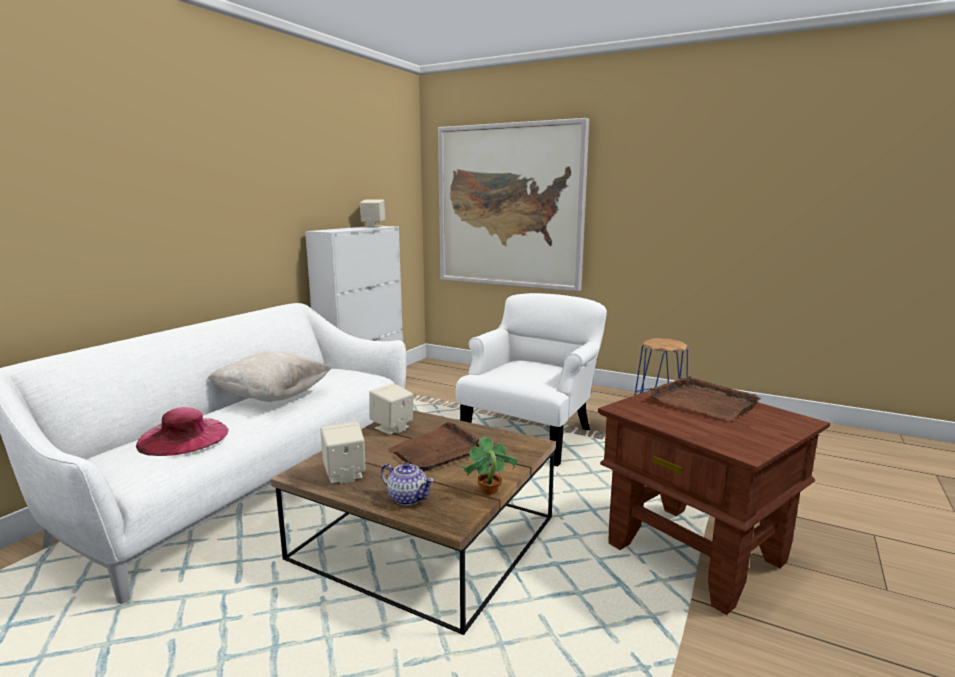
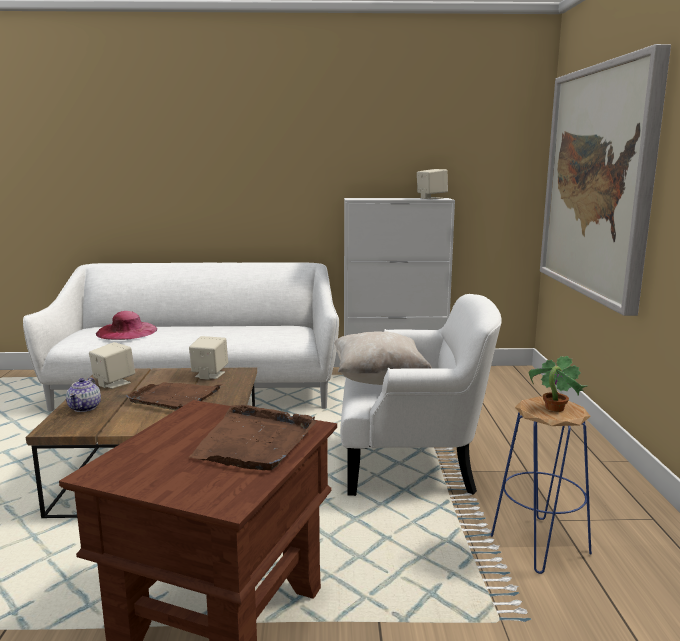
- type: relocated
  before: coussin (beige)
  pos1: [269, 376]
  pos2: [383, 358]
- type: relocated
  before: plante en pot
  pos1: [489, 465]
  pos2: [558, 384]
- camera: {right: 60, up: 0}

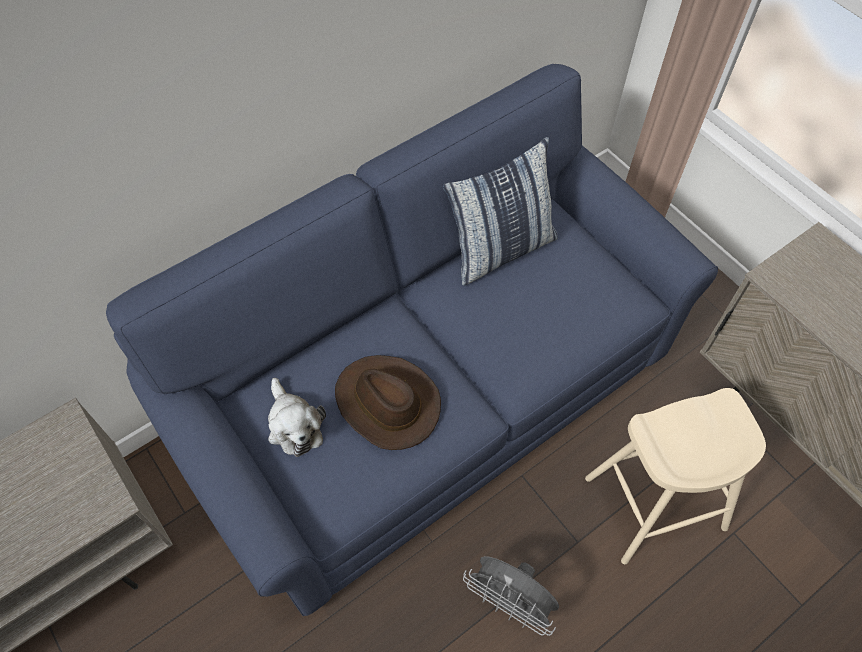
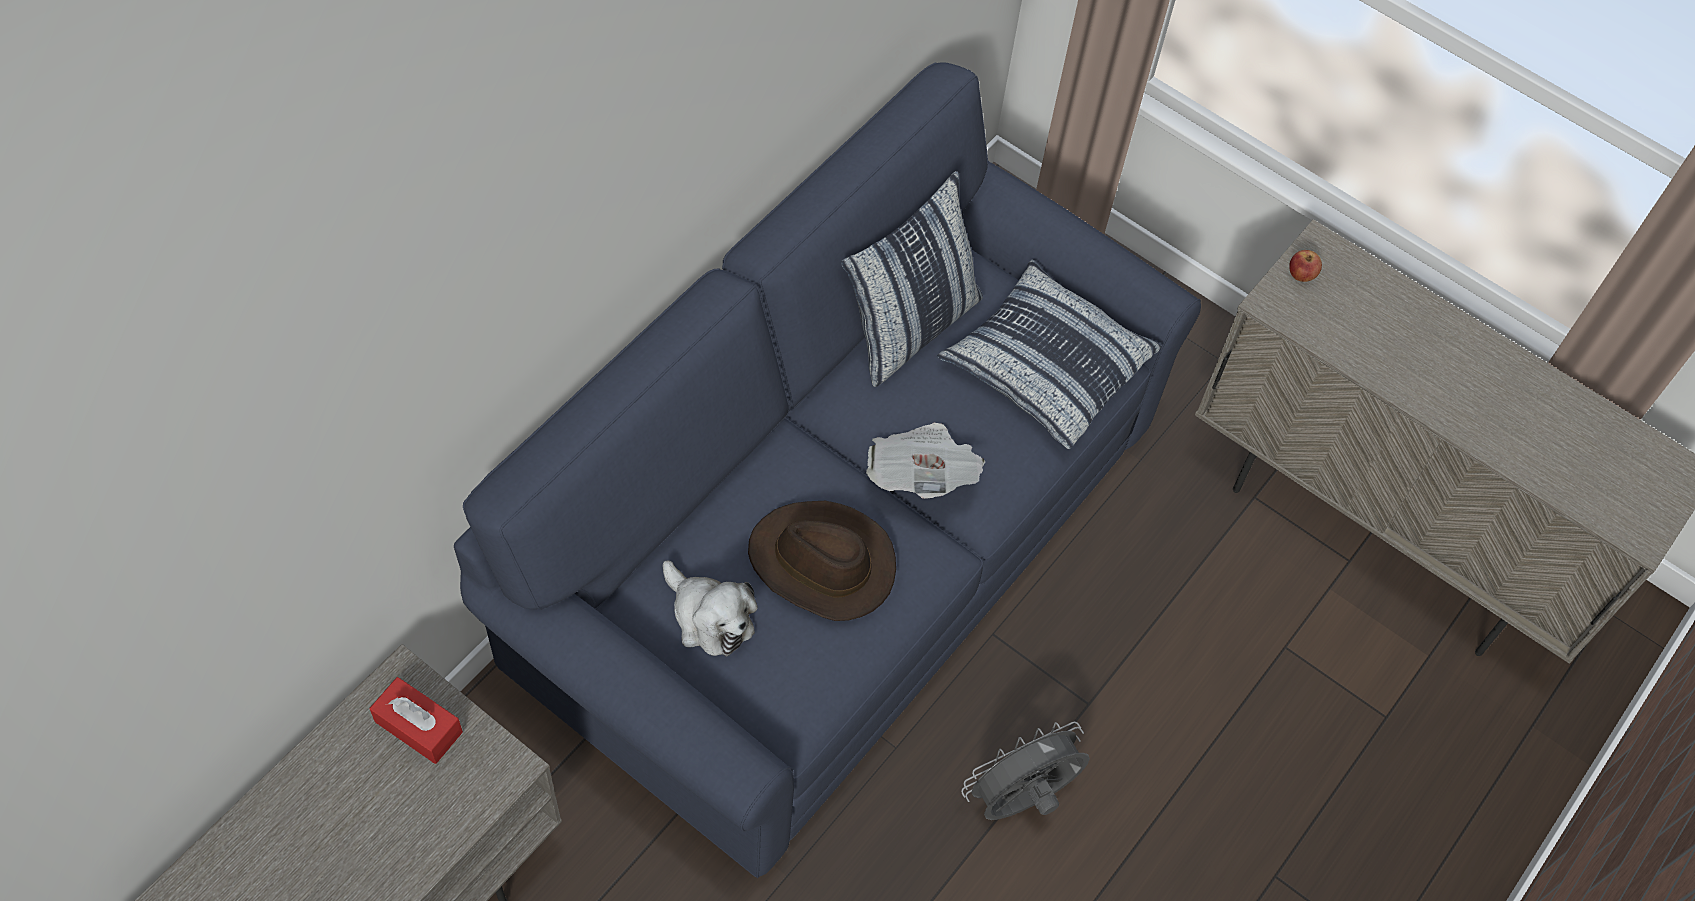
- type: spun
  before: ventilateur (gris)
  pos1: [511, 596]
  pos2: [1025, 771]
  turn: 135
- type: missing
  before: tabouret (beige)
  pos1: [675, 476]
- type: appeared
  after: boîte à mouchoirs (rouge)
  pos2: [416, 720]
- type: appeared
  after: journal
  pos2: [925, 461]
- type: appeared
  after: coussin
  pos2: [1049, 354]
- type: appeared
  after: pomme
  pos2: [1305, 266]
- camera: {right: -20, up: 0}

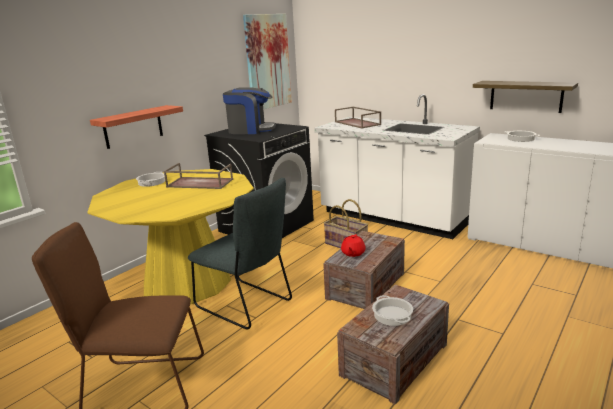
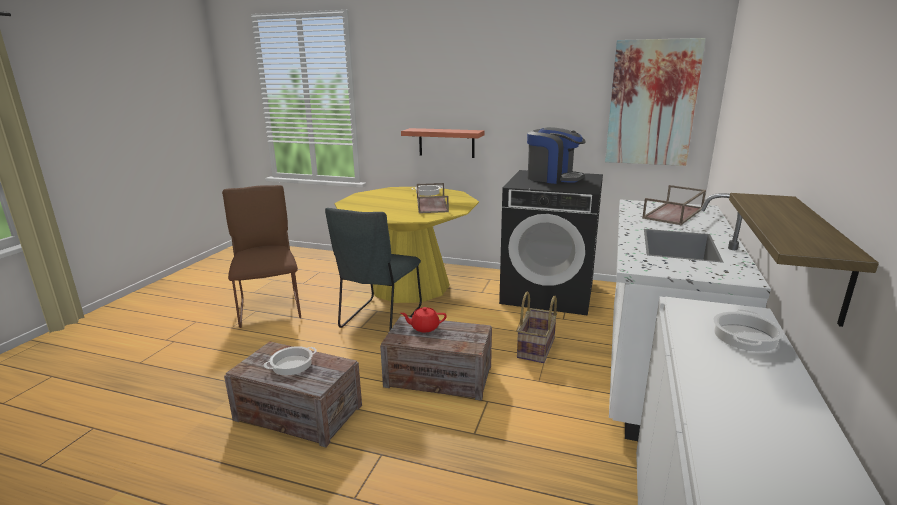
- type: spun
  before: machine à café
  pos1: [249, 110]
  pos2: [556, 155]
  turn: -45
- camera: {right: 70, up: 0}

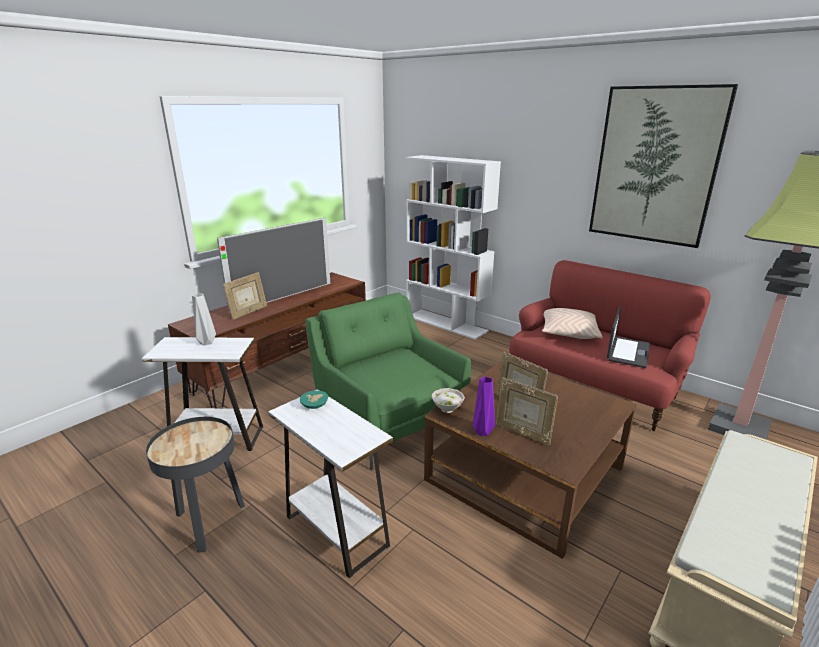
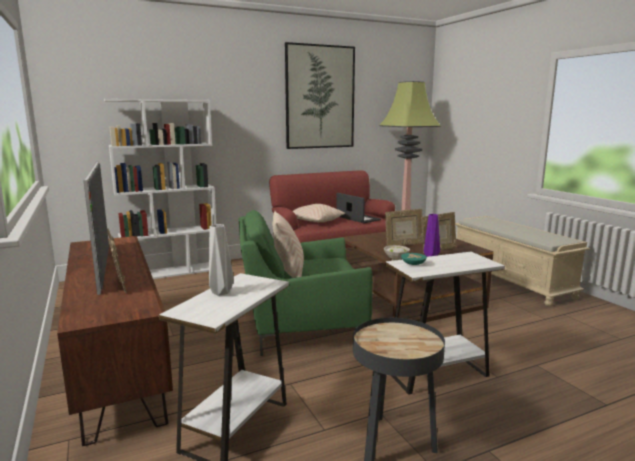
- type: appeared
  after: coussin (beige)
  pos2: [288, 244]
- camera: {right: -65, up: -10}

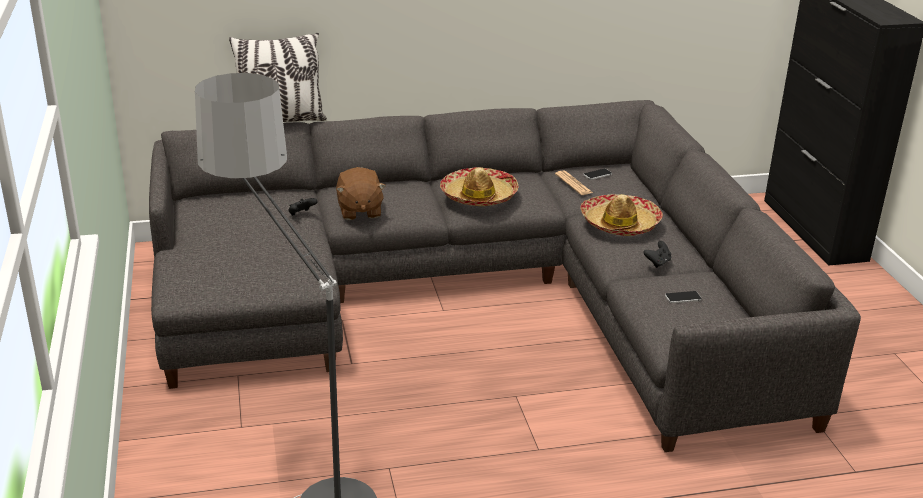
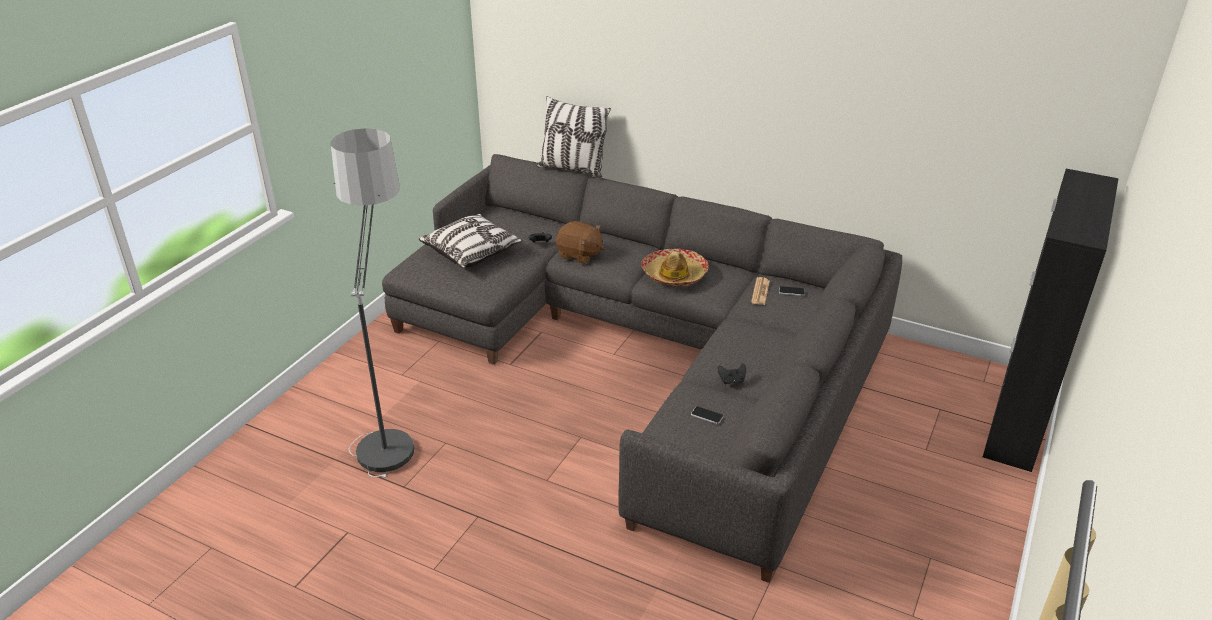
- type: spun
  before: peluche (marron)
  pos1: [361, 193]
  pos2: [580, 242]
  turn: -90
- type: missing
  before: chapeau
  pos1: [621, 215]
- type: appeared
  after: coussin
  pos2: [471, 241]
- camera: {right: 40, up: 5}

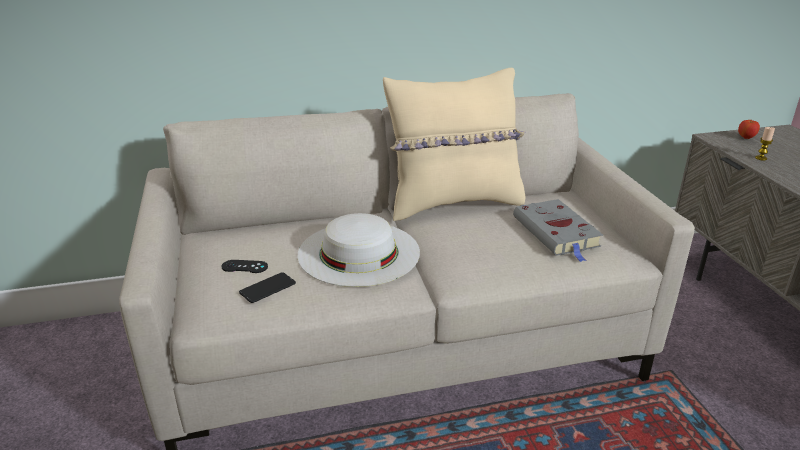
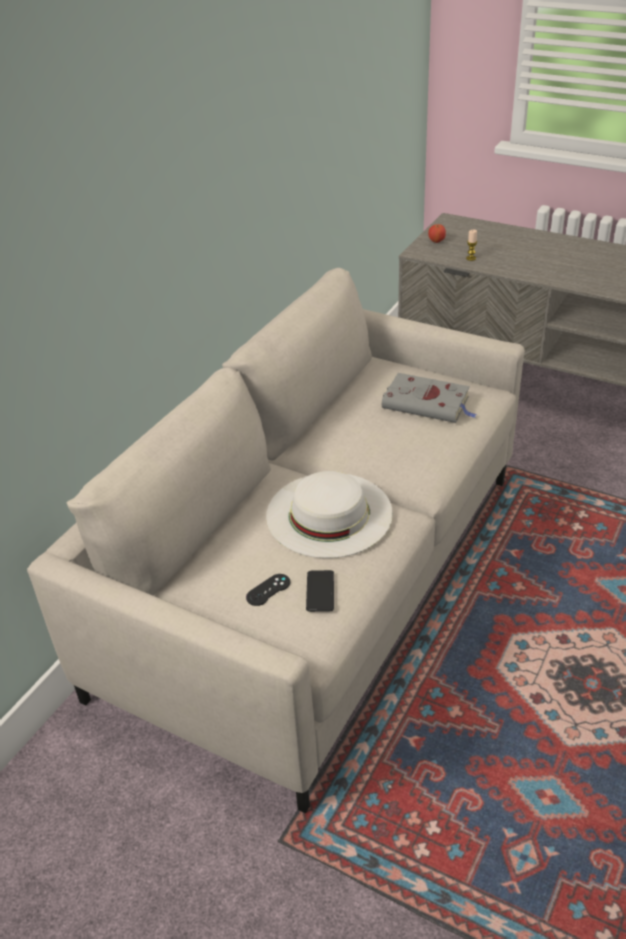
- type: missing
  before: coussin (beige)
  pos1: [454, 144]
- camera: {right: -45, up: 10}

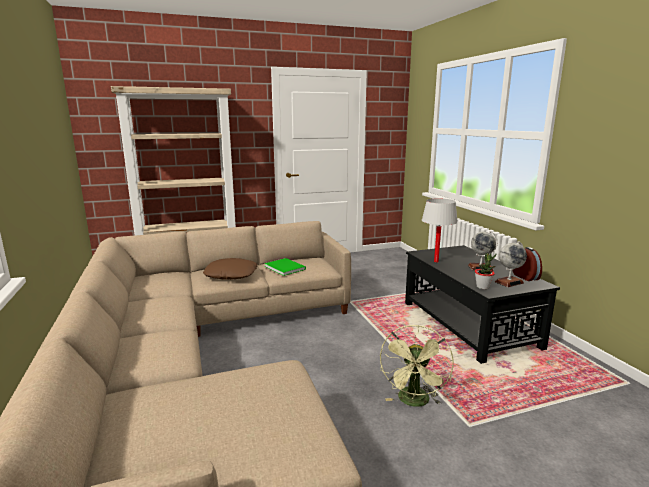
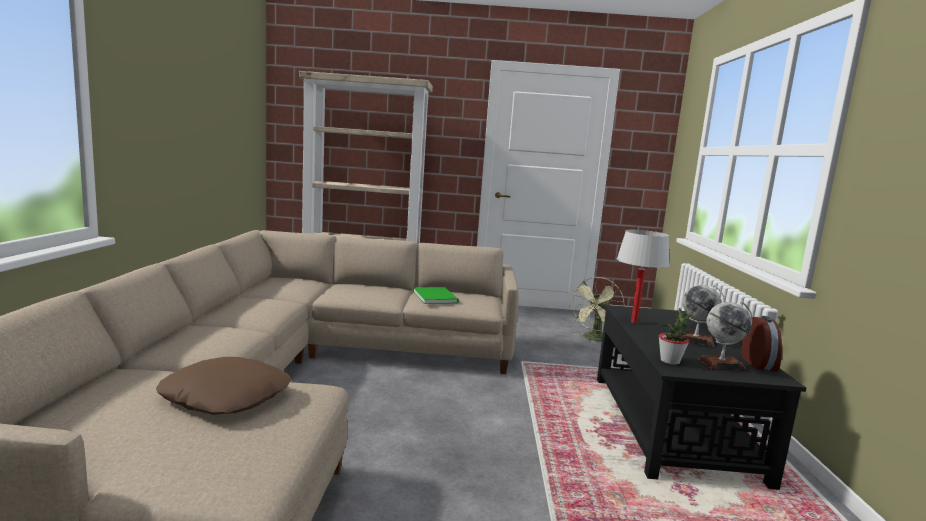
- type: relocated
  before: coussin (marron)
  pos1: [230, 269]
  pos2: [223, 386]
- type: relocated
  before: ventilateur (vert)
  pos1: [417, 366]
  pos2: [597, 309]
- camera: {right: 20, up: -5}

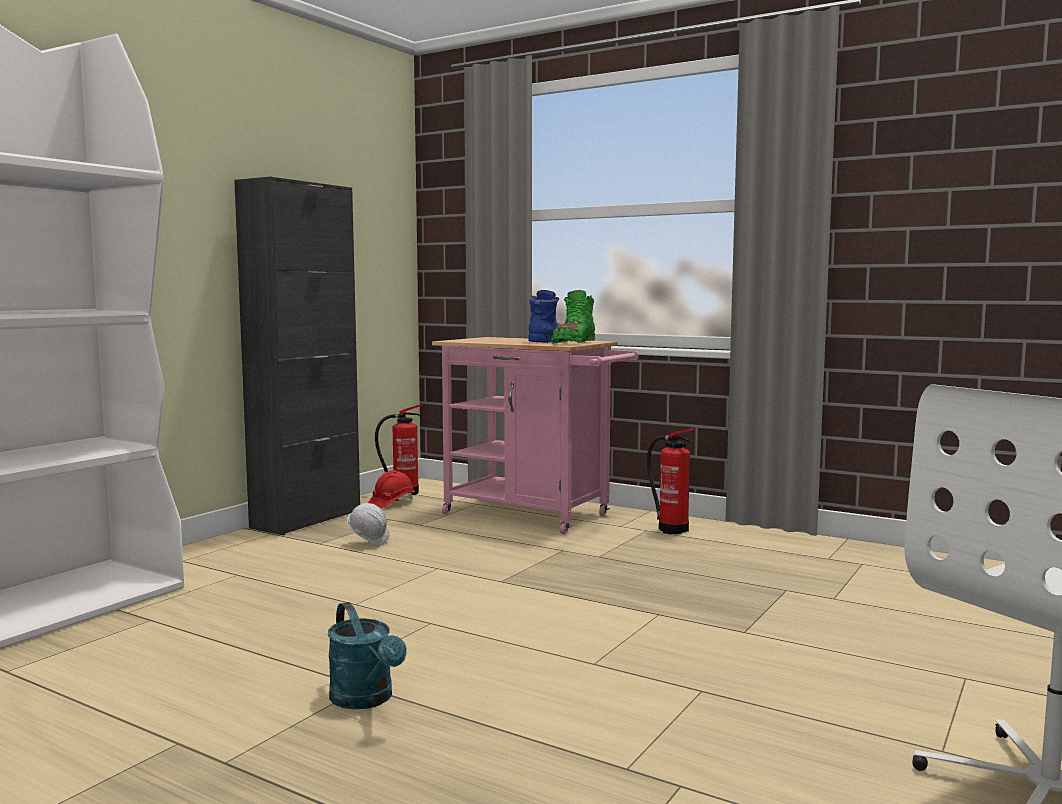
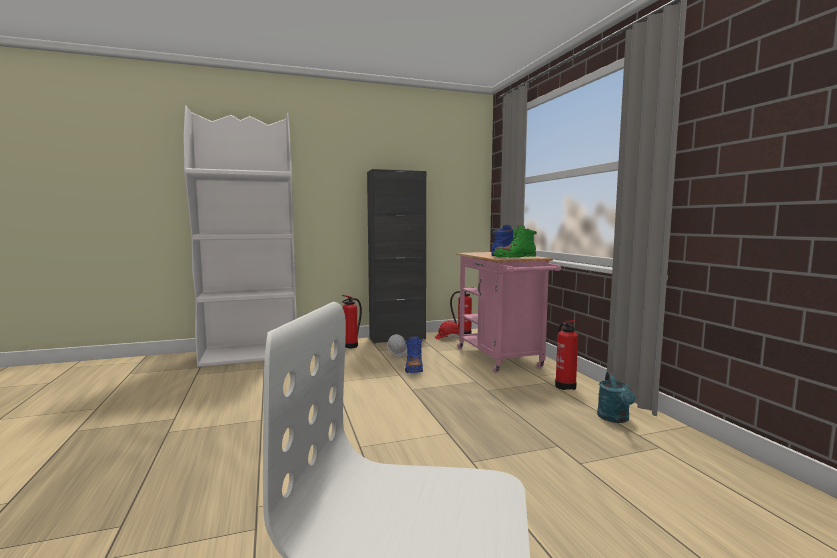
- type: relocated
  before: arrosoir (turquoise)
  pos1: [367, 655]
  pos2: [616, 397]
- type: appeared
  after: extincteur
  pos2: [352, 322]
- type: appeared
  after: botte (bleu)
  pos2: [414, 354]
- camera: {right: 40, up: 0}

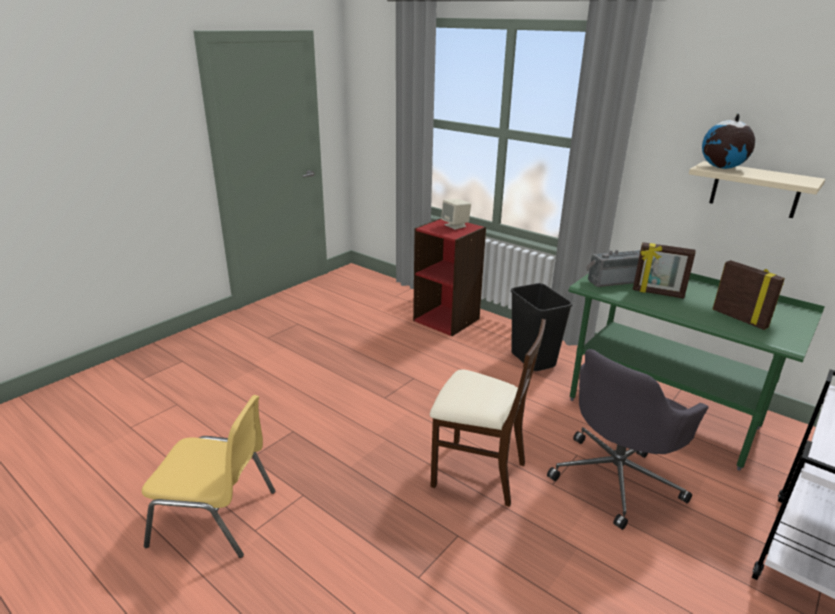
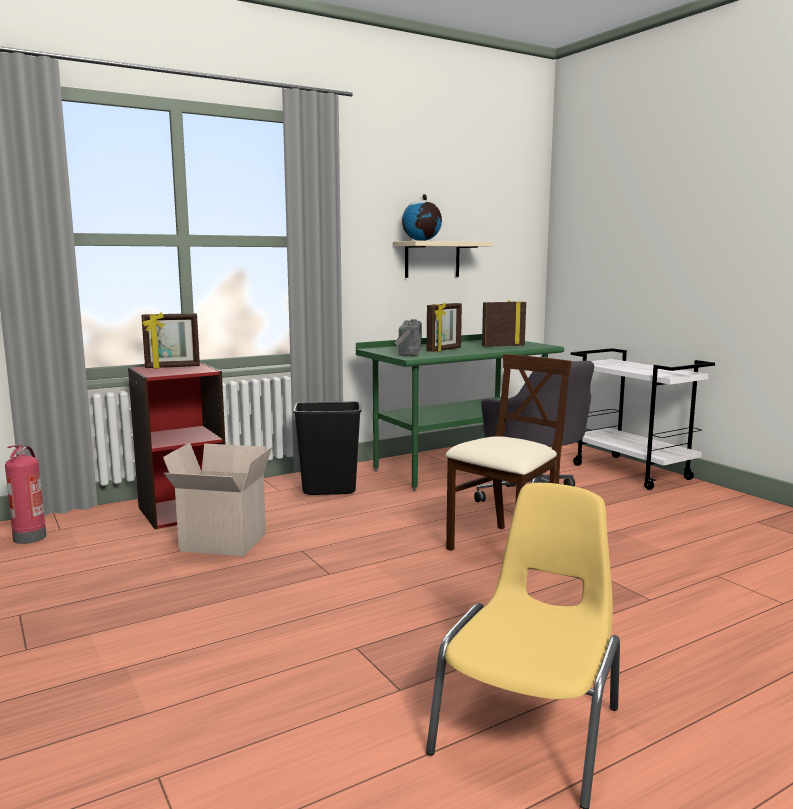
- type: exchanged
  before: enceinte (beige)
  after: cadre photo
  pos1: [456, 214]
  pos2: [170, 341]
- type: appeared
  after: extincteur
  pos2: [26, 494]
- type: appeared
  after: carton
  pos2: [217, 499]
- camera: {right: -70, up: -15}

